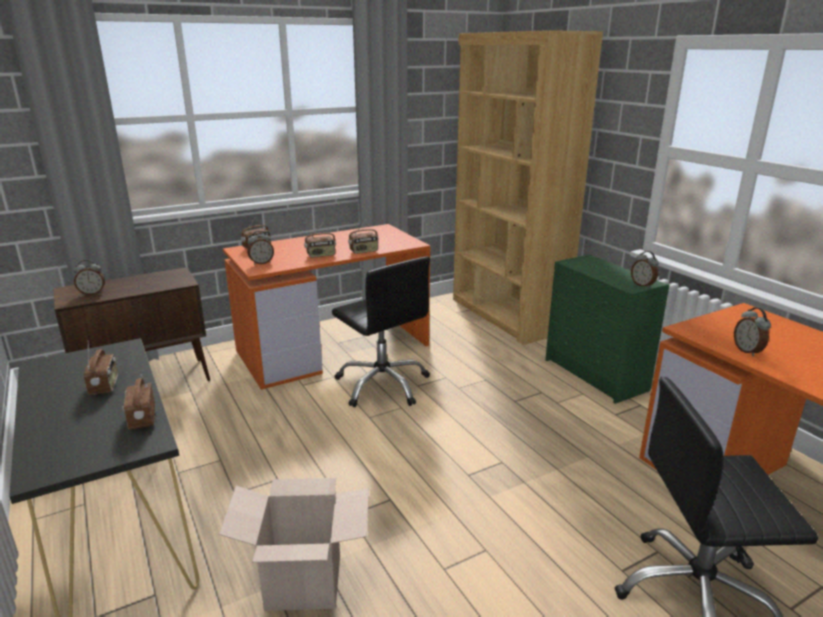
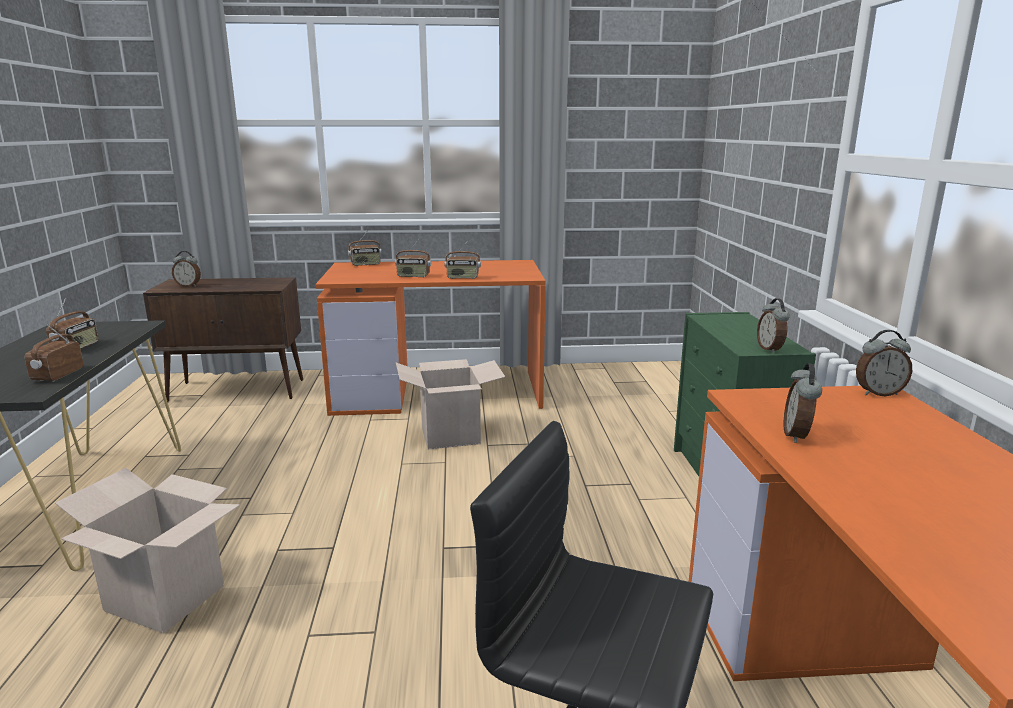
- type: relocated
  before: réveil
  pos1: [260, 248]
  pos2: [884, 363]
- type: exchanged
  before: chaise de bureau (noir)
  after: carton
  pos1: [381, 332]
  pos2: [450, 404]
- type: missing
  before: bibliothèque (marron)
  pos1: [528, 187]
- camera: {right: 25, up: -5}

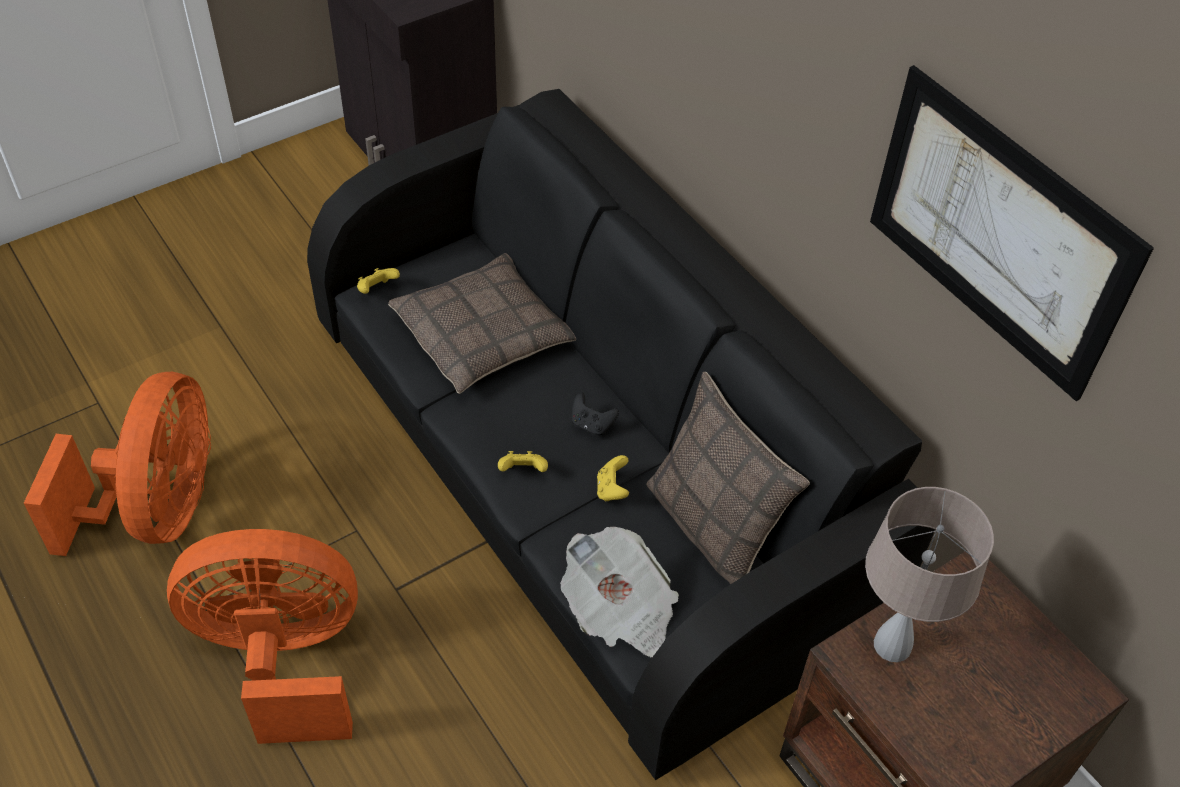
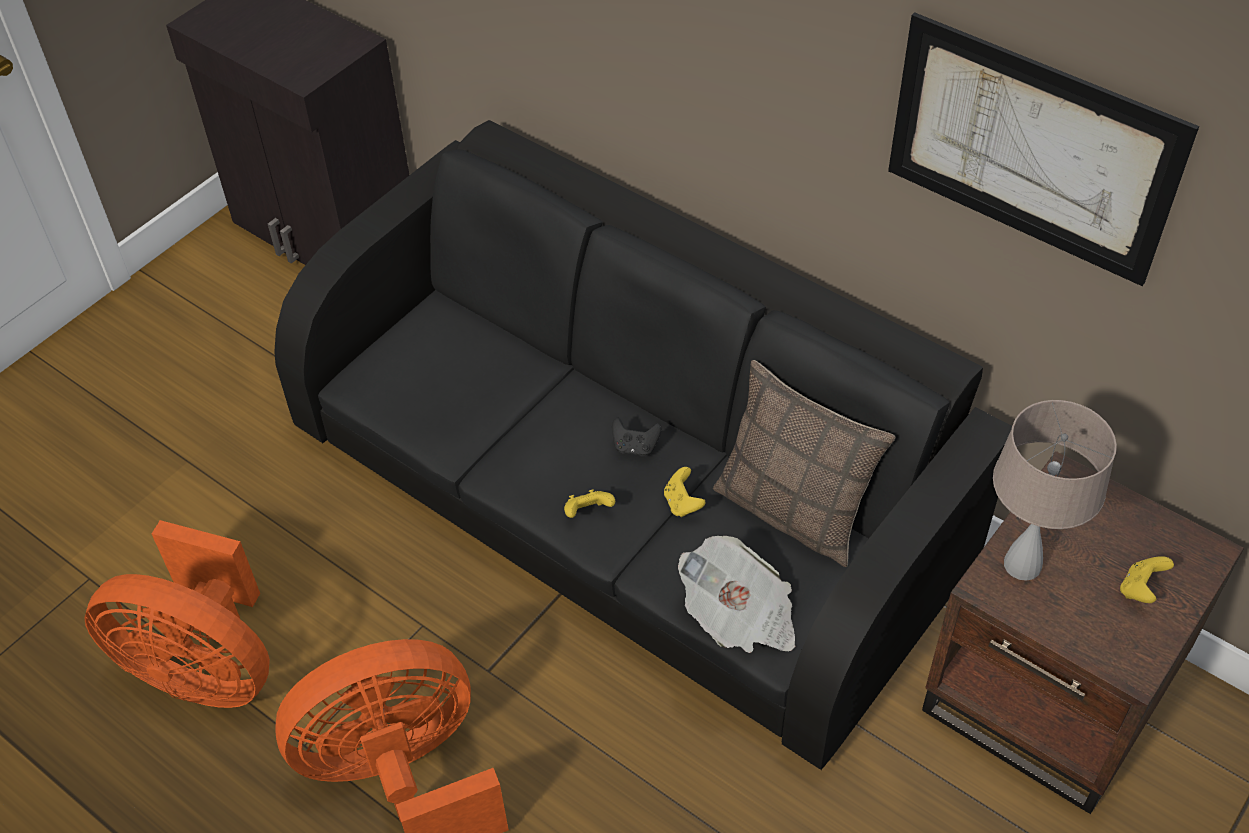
- type: spun
  before: ventilateur (orange)
  pos1: [117, 464]
  pos2: [177, 614]
  turn: 120
- type: relocated
  before: manette (jaune)
  pos1: [378, 281]
  pos2: [1147, 579]
- type: missing
  before: coussin
  pos1: [482, 323]
- camera: {right: -15, up: 0}

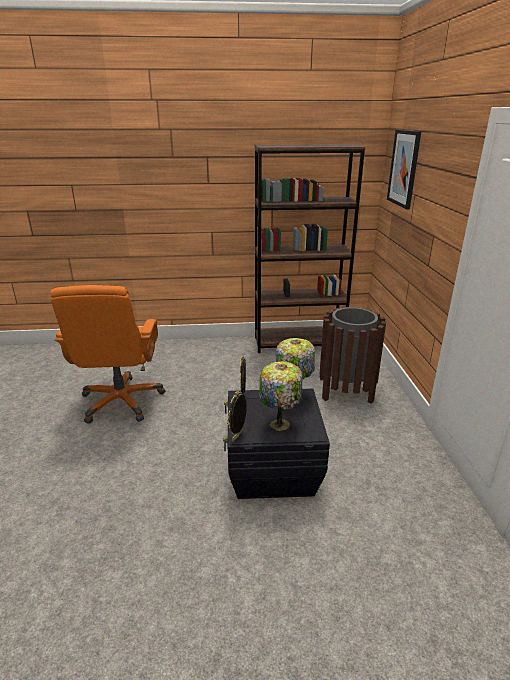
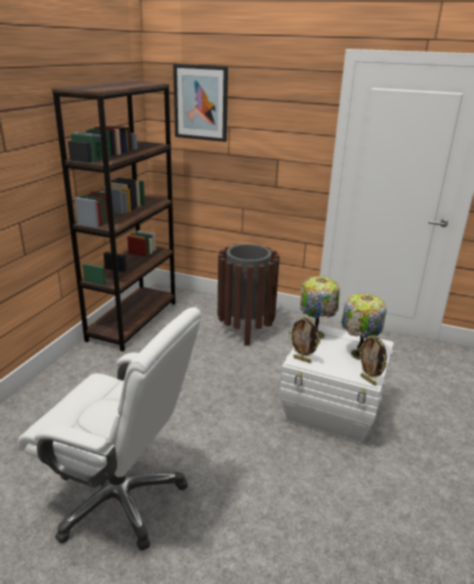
- type: colour
  before: chaise de bureau (orange)
  after: chaise de bureau (blanc)
  pos1: [107, 354]
  pos2: [109, 429]
- type: colour
  before: boîte de rangement (noir)
  after: boîte de rangement (blanc)
  pos1: [276, 444]
  pos2: [337, 384]
- camera: {right: -65, up: 0}

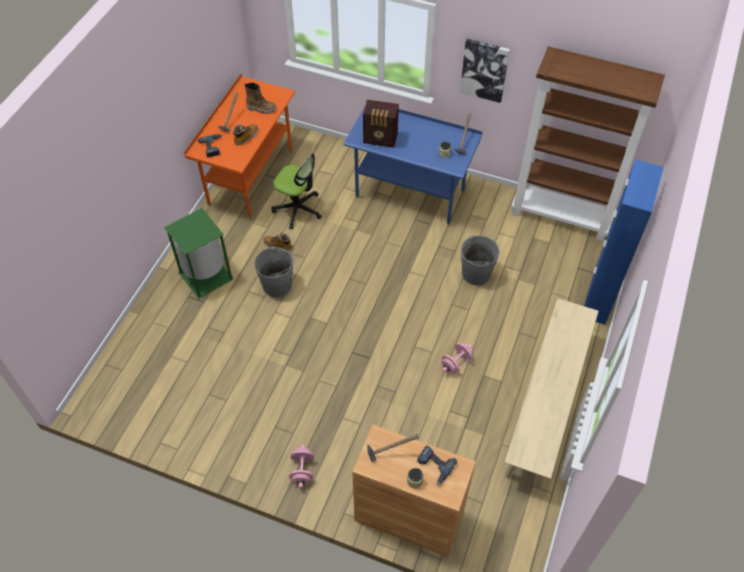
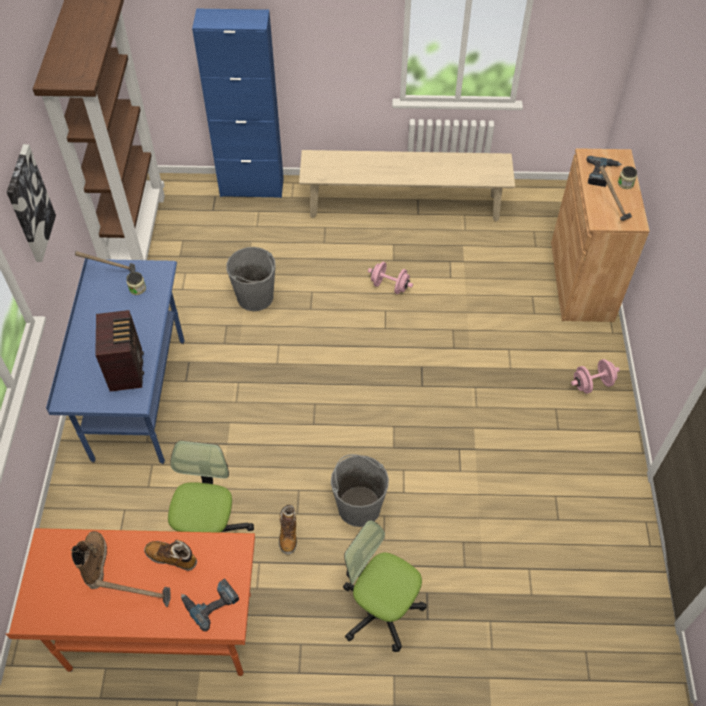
- type: exchanged
  before: poubelle (vert)
  after: chaise de bureau
  pos1: [199, 253]
  pos2: [385, 586]
- camera: {right: -110, up: 0}

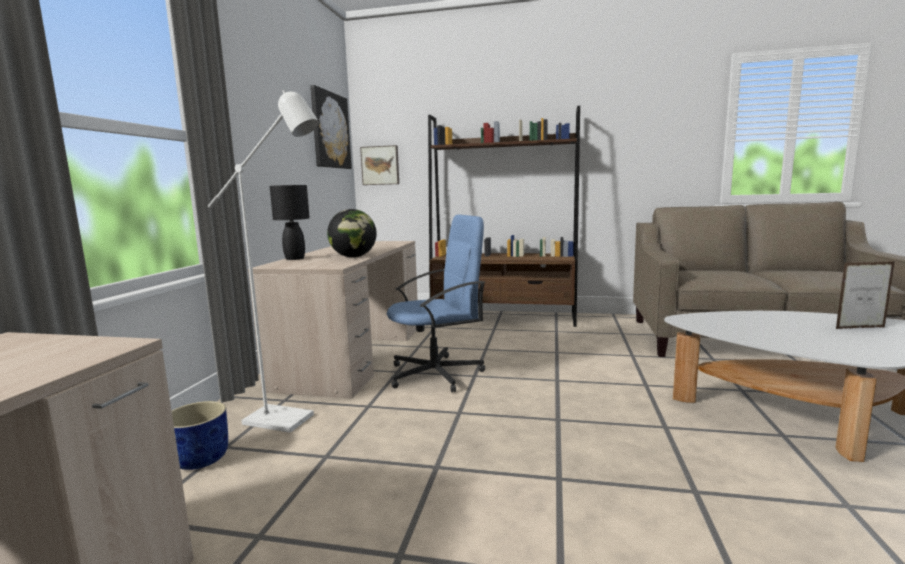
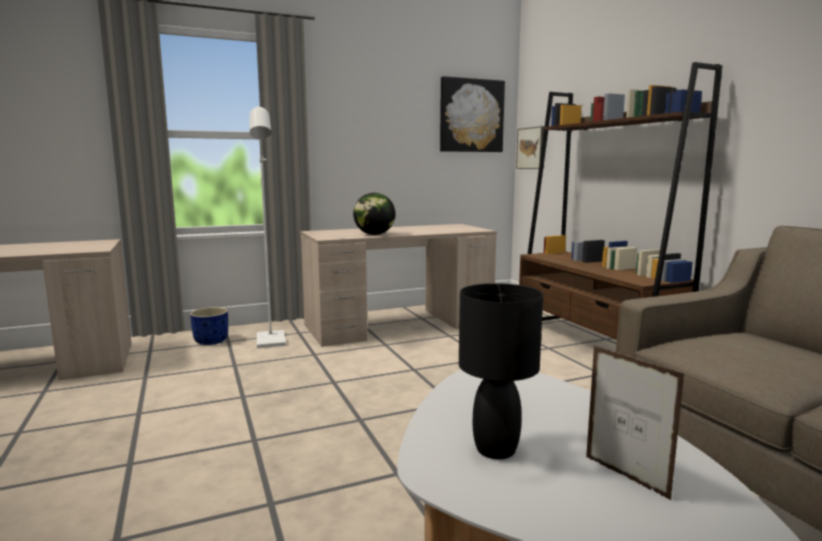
- type: relocated
  before: lampe de table (noir)
  pos1: [290, 222]
  pos2: [501, 371]
- type: missing
  before: chaise de bureau (bleu)
  pos1: [436, 303]
- camera: {right: 55, up: 0}

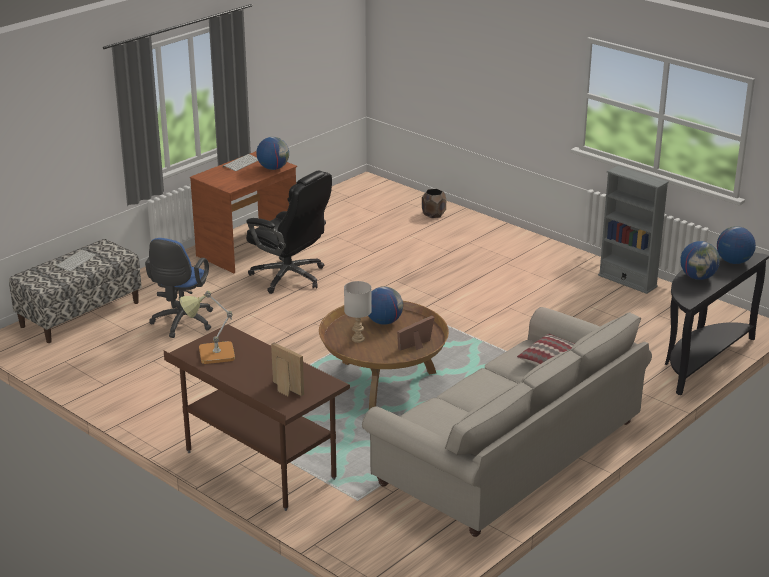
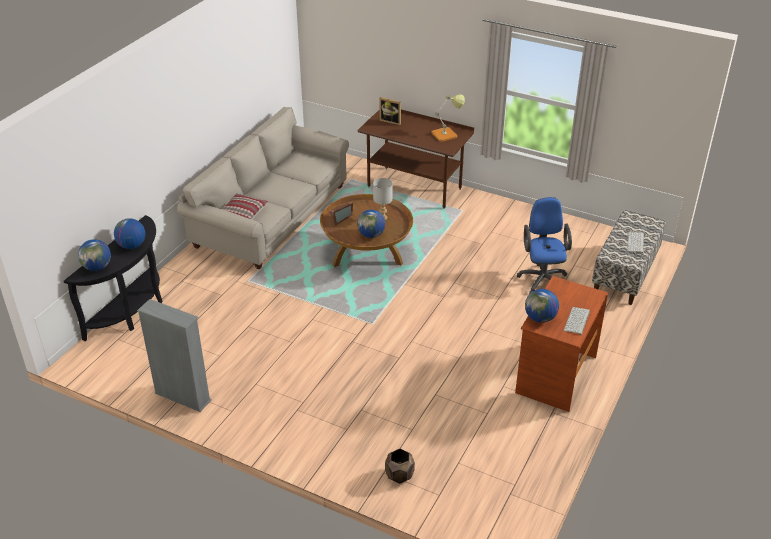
- type: missing
  before: chaise de bureau (noir)
  pos1: [289, 232]
- camera: {right: 165, up: 10}

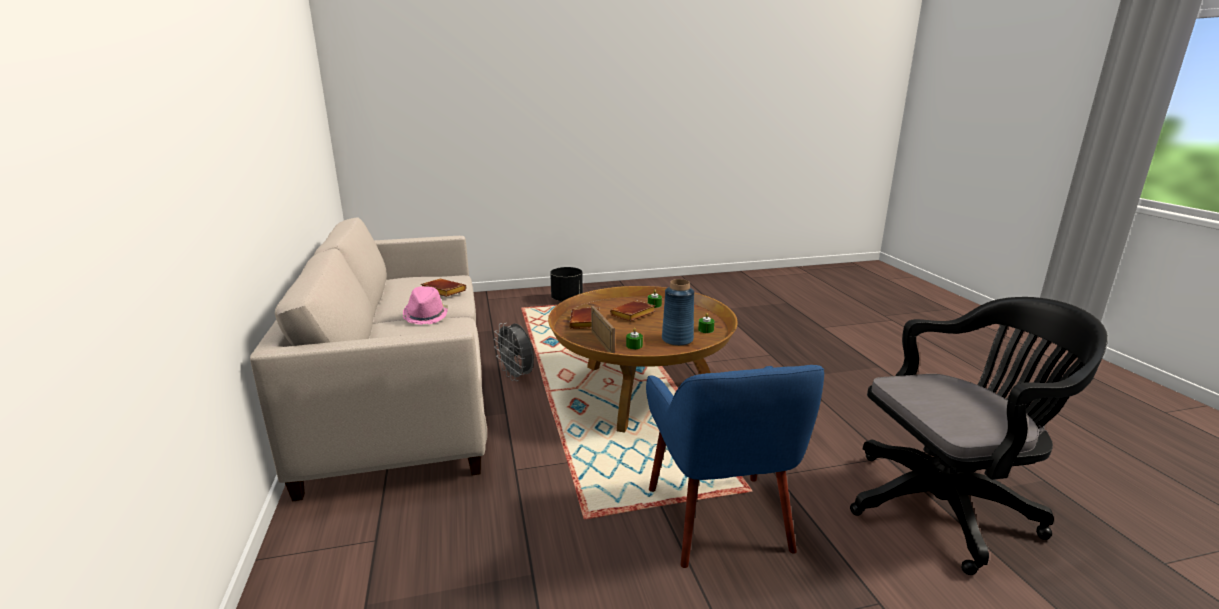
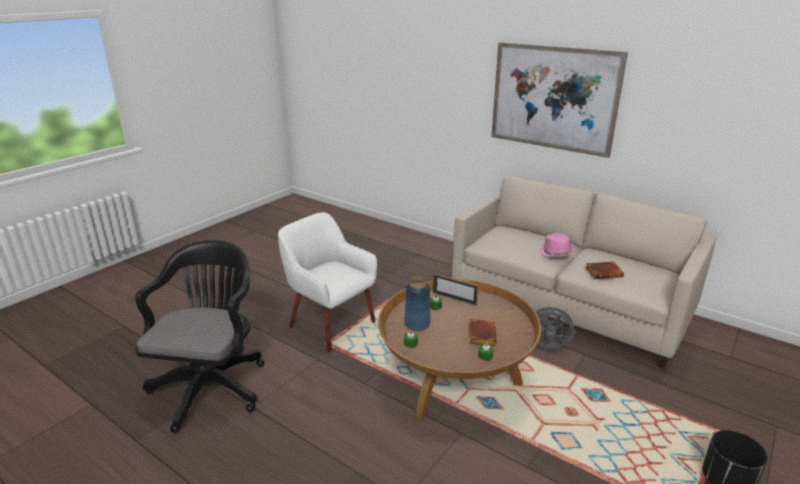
- type: missing
  before: livre (marron)
  pos1: [584, 318]
- type: colour
  before: fauteuil (bleu)
  after: fauteuil (blanc)
  pos1: [735, 466]
  pos2: [327, 282]
- type: spun
  before: chaise de bureau (noir)
  pos1: [979, 436]
  pos2: [199, 336]
  turn: 150
- type: appeared
  after: tableau
  pos2: [559, 100]
- camera: {right: 140, up: 5}

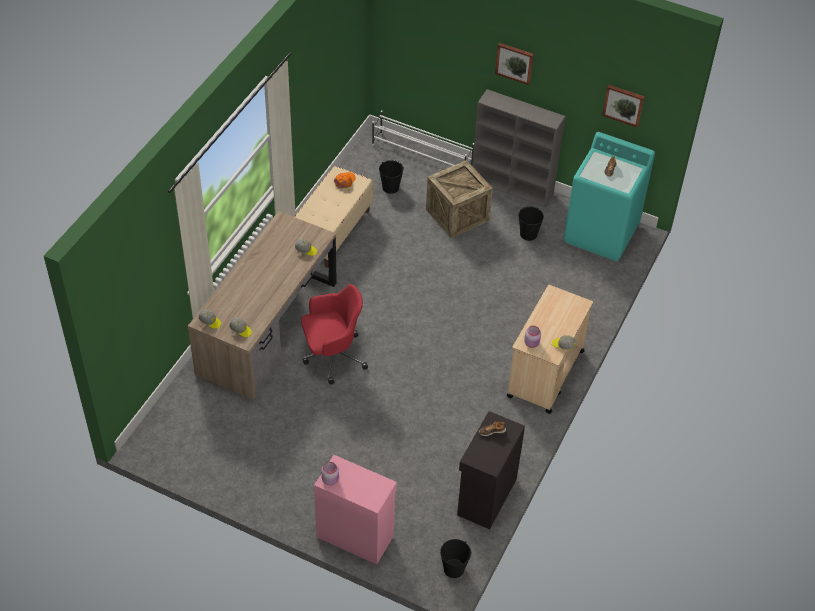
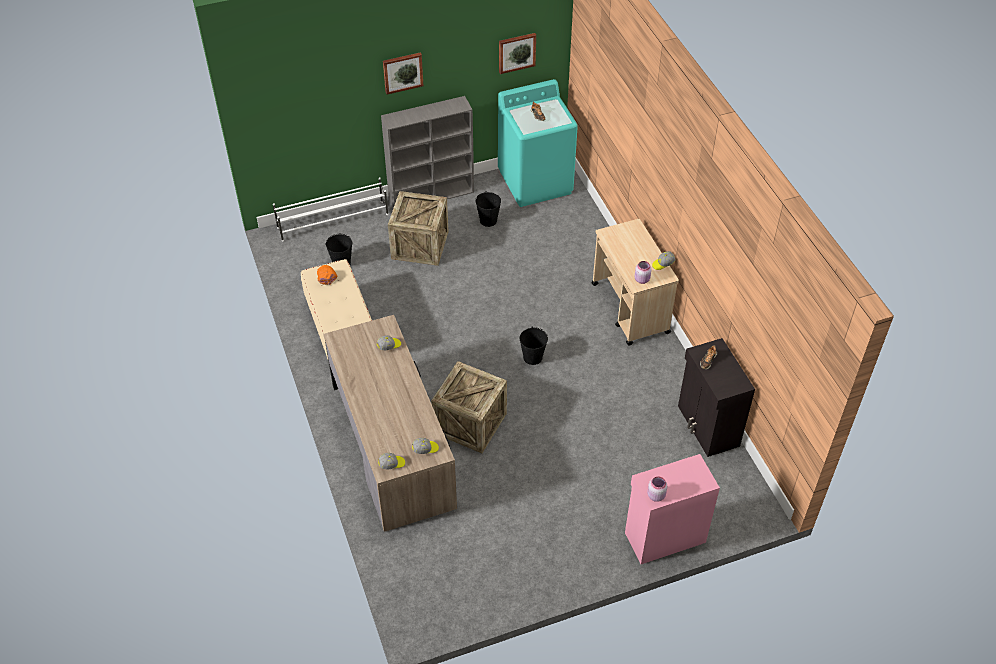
- type: exchanged
  before: chaise de bureau (rouge)
  after: caisse
  pos1: [334, 334]
  pos2: [469, 407]
- type: relocated
  before: seau (noir)
  pos1: [455, 558]
  pos2: [534, 346]
- camera: {right: -45, up: 0}

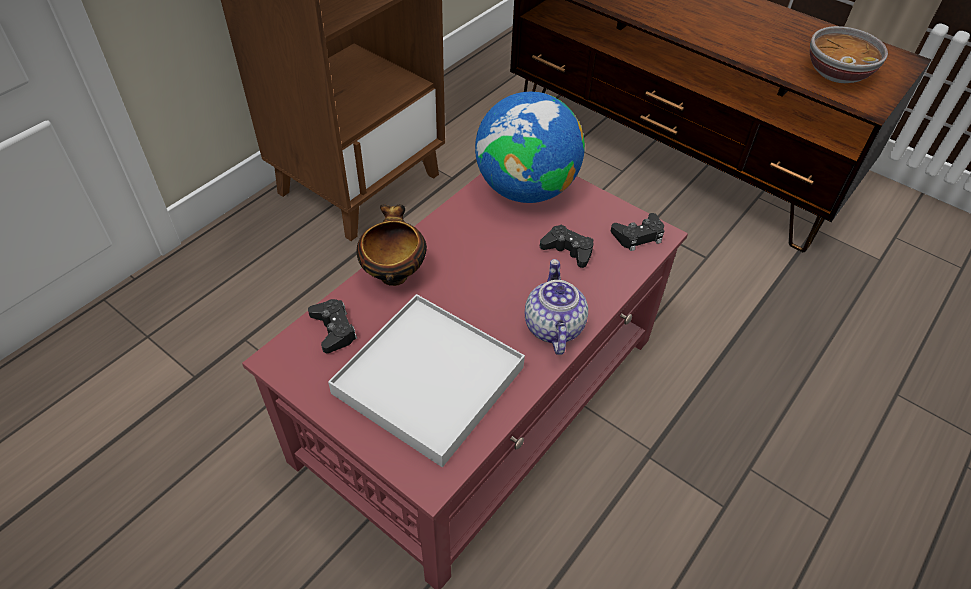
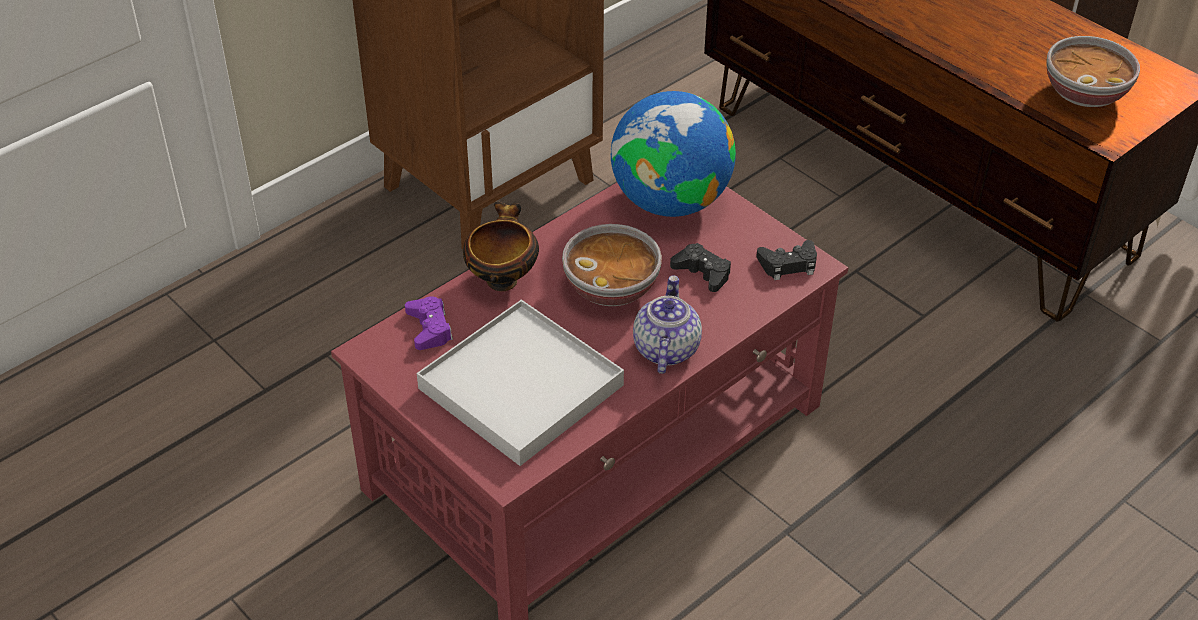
- type: colour
  before: manette (noir)
  after: manette (violet)
  pos1: [332, 326]
  pos2: [429, 323]
- type: appeared
  after: bol
  pos2: [612, 265]
- camera: {right: 10, up: -5}

